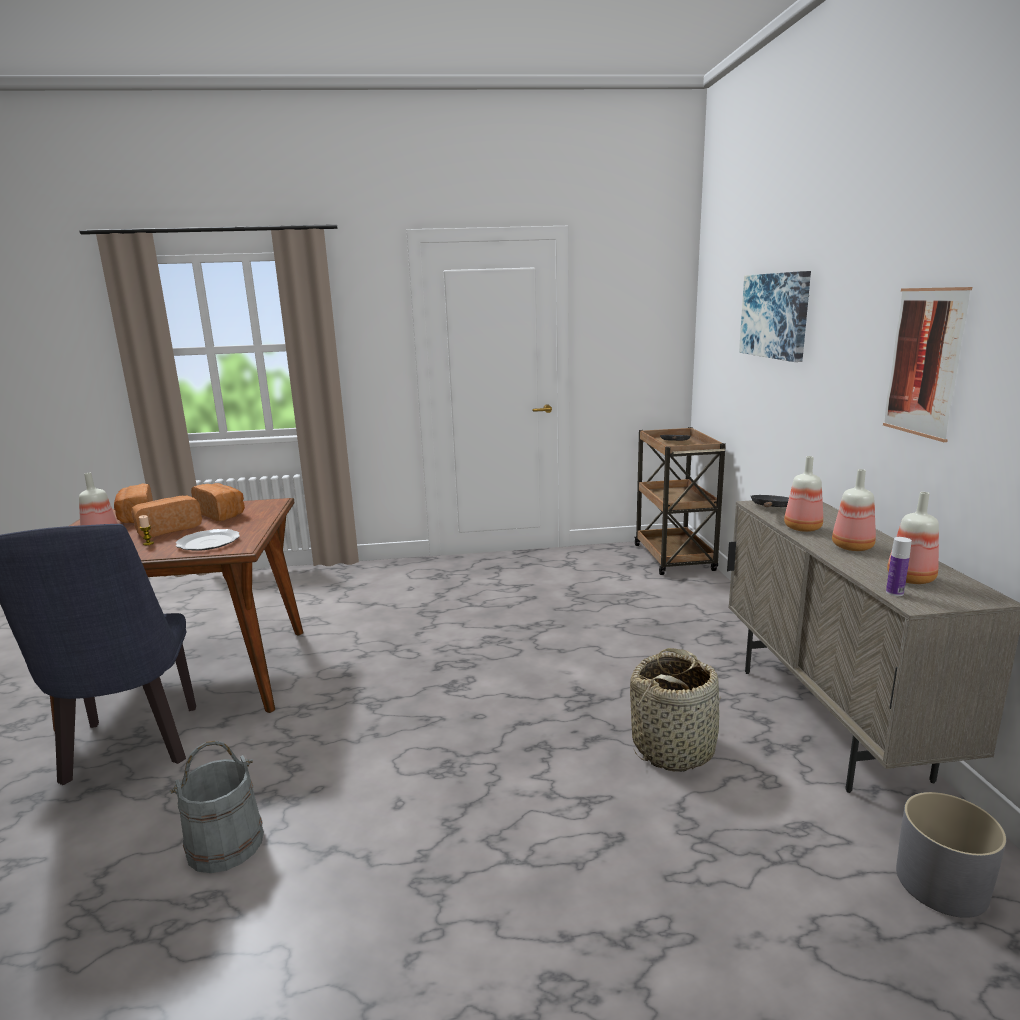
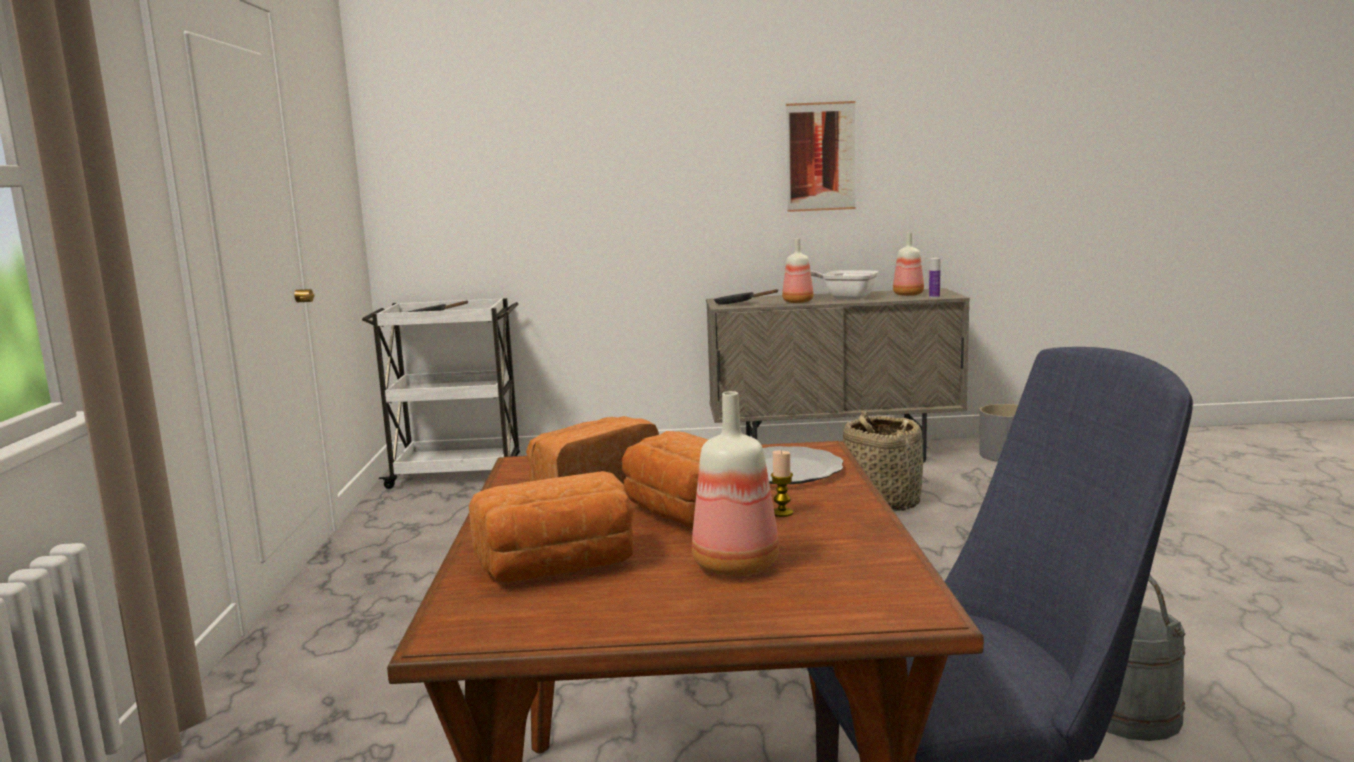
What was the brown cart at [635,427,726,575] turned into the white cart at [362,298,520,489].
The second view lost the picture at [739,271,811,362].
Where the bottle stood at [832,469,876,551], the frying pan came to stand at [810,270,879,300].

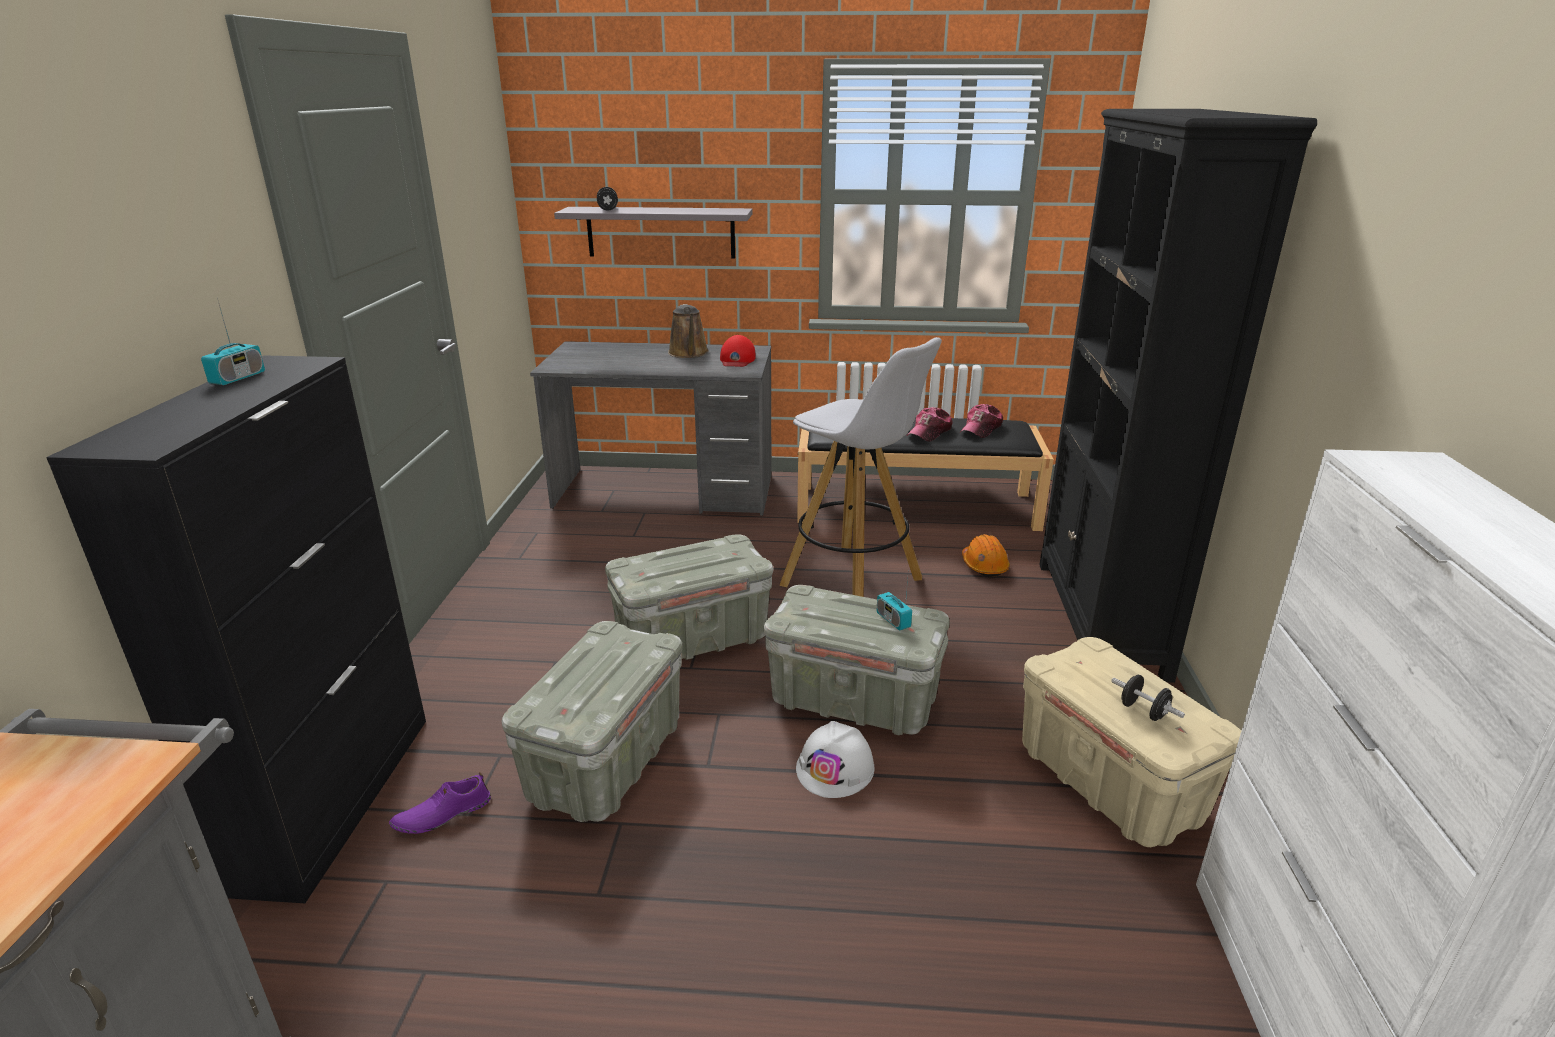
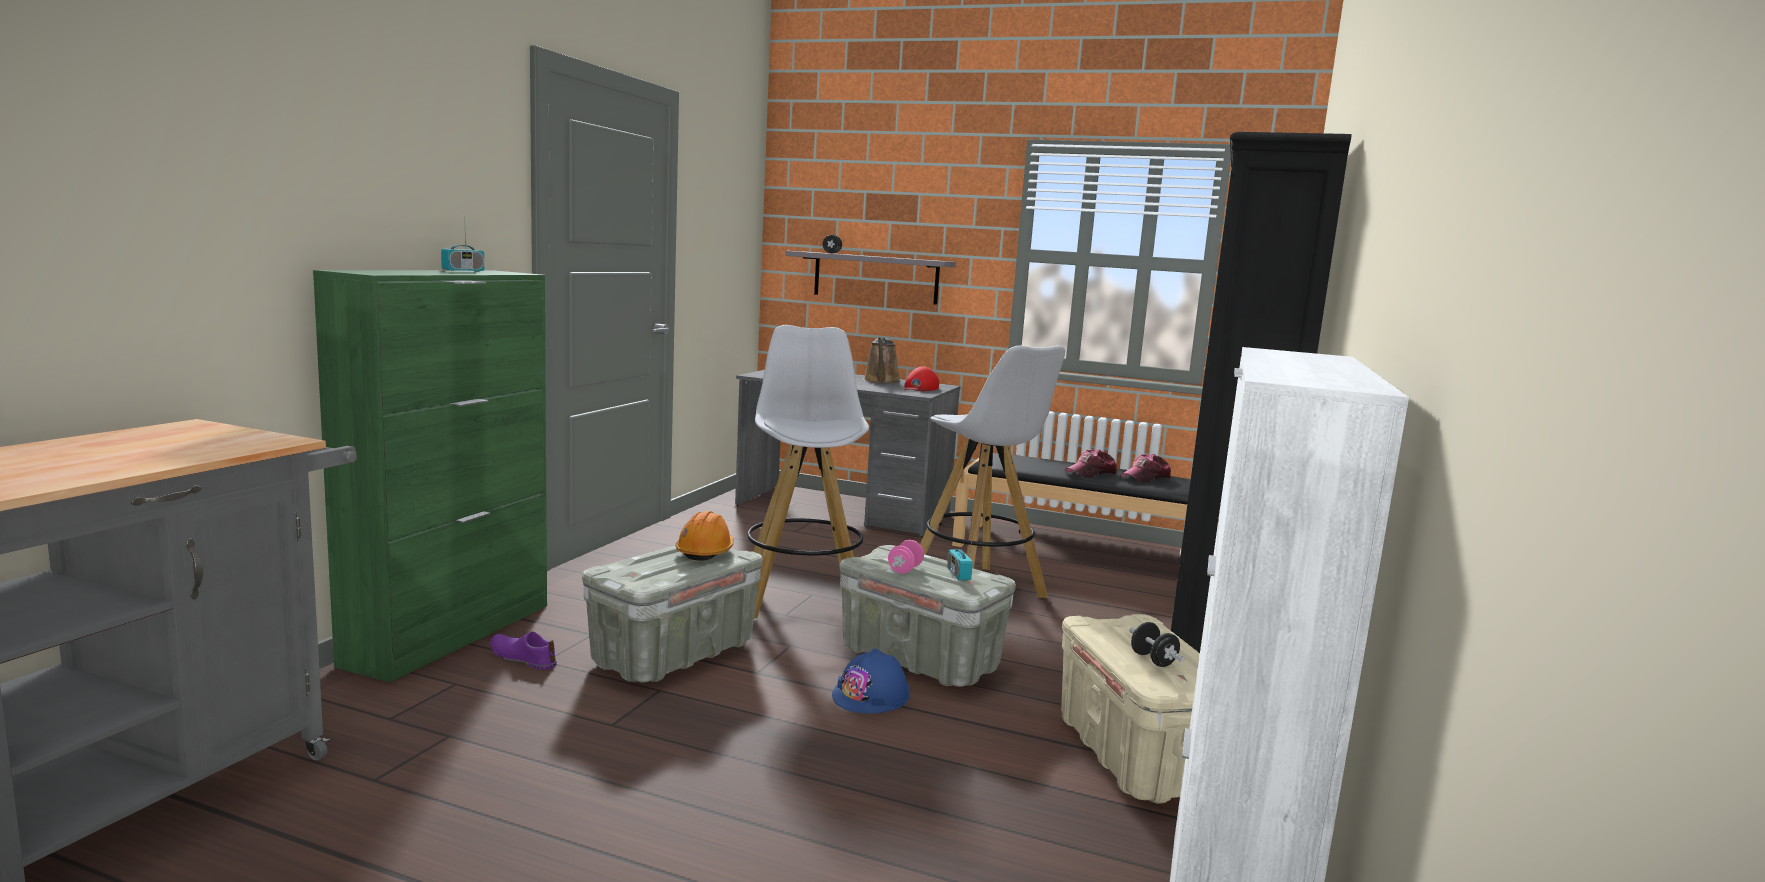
What was the black cabinet at [46,355,426,904] turned into the green cabinet at [313,270,547,683].
The purple shoe at [389,772,491,834] ended up facing another way, 45 degrees clockwise from before.
Where the grey storage box stood at [605,534,773,660], the white stool came to stand at [747,325,869,618].
What was the white hard hat at [796,721,874,798] turned into the blue hard hat at [832,648,910,714].
The orange hard hat ended up elsewhere, having gone from [962,534,1010,577] to [675,511,734,561].
The second view gained the pink dumbbell at [888,540,924,574].

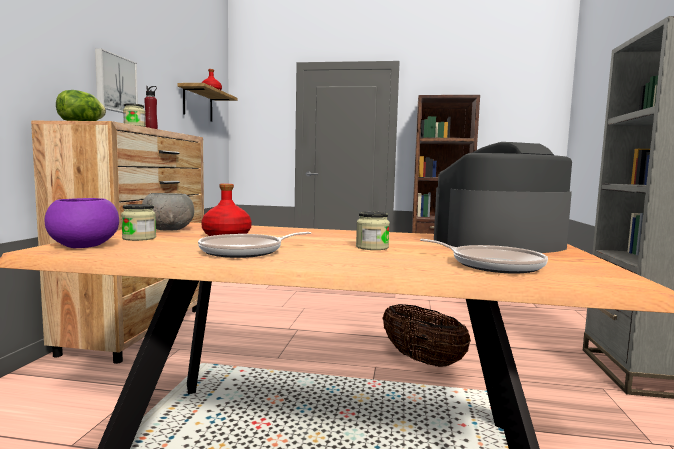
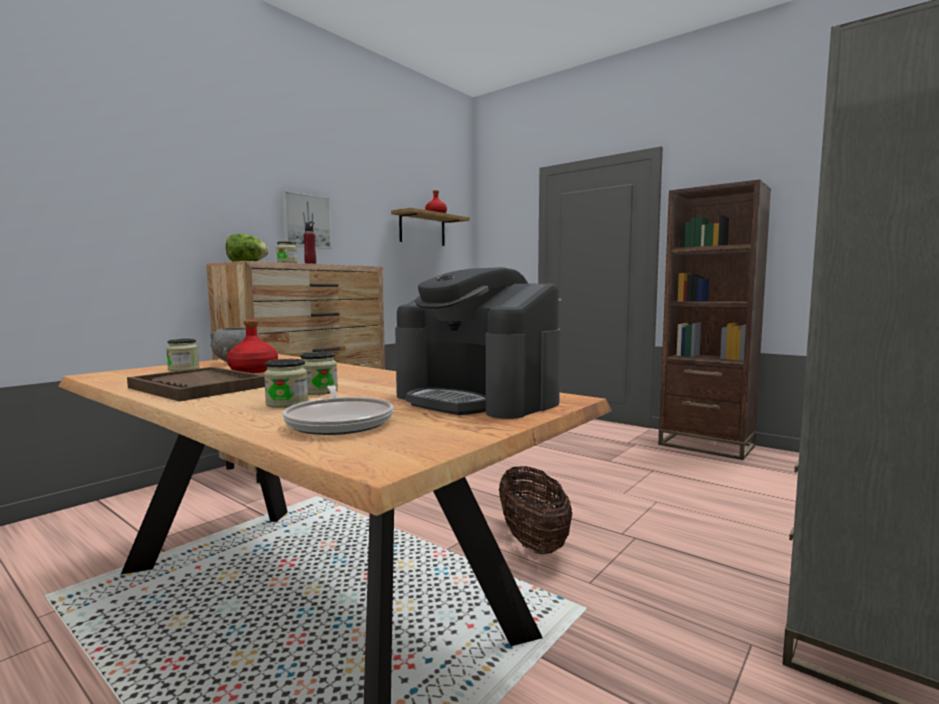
The second view lost the purple bowl at [44,198,119,248].
Where the frying pan stood at [198,232,311,258], the brown tray came to stand at [127,367,265,402].
The coffee machine at [434,142,572,253] ended up facing another way, 150 degrees counterclockwise from before.
The second view gained the jar at [264,359,308,408].

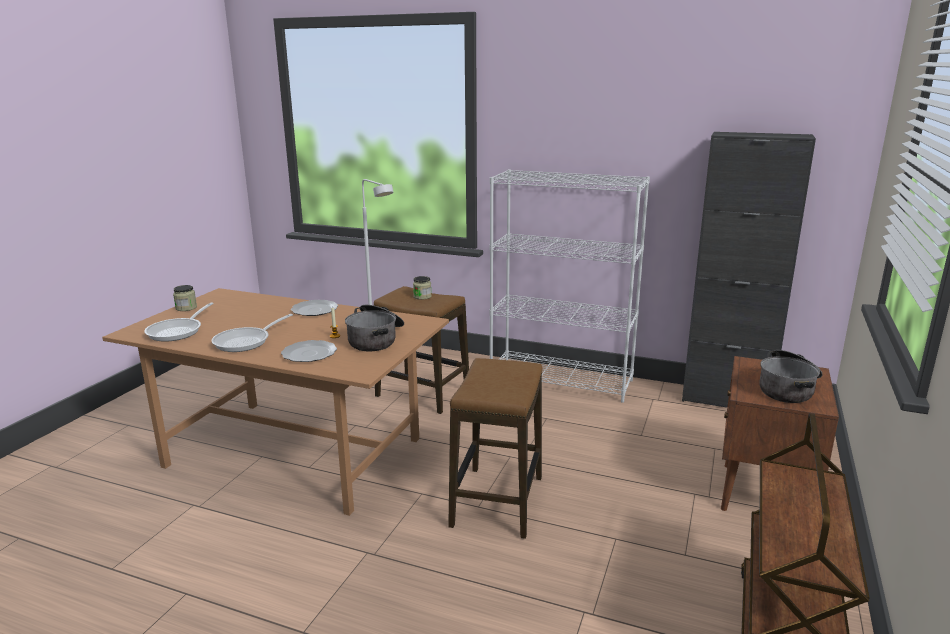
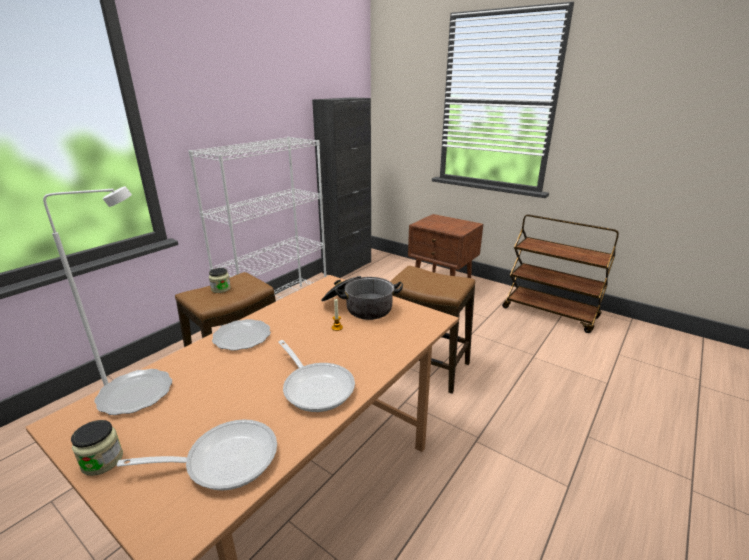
The frying pan at [144,302,214,342] ended up facing another way, 45 degrees counterclockwise from before.
The plate ended up elsewhere, having gone from [281,340,337,362] to [94,369,172,415].
The second view lost the cooking pot at [759,350,822,403].

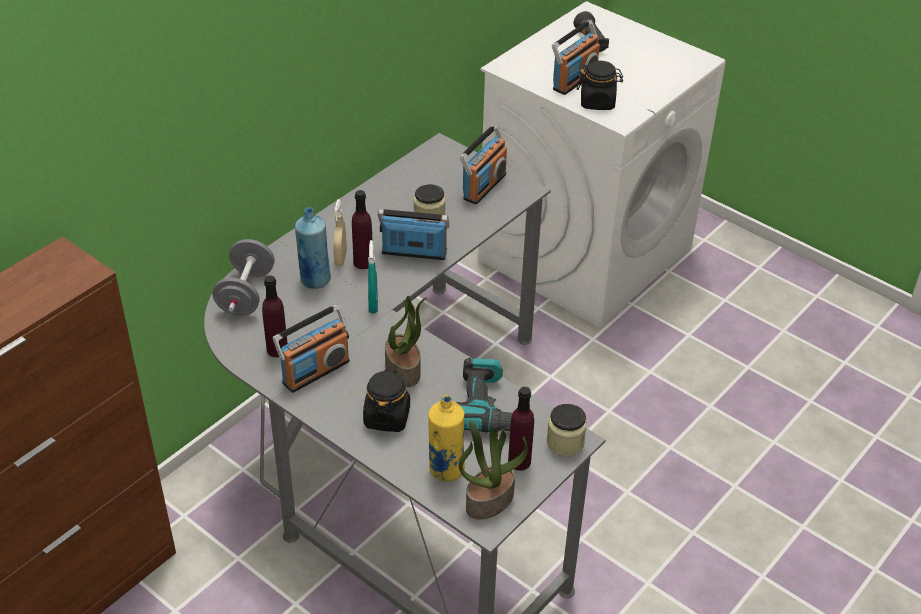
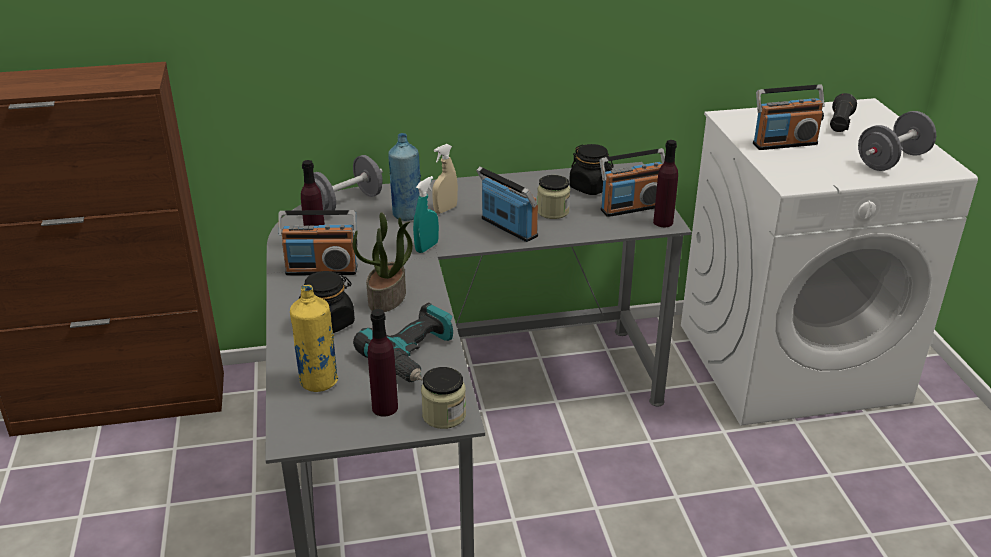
The purple bottle ended up elsewhere, having gone from [352,190,372,269] to [653,140,678,227].
The second view lost the potted plant at [459,421,528,520].
The black jar ended up elsewhere, having gone from [577,61,623,110] to [569,144,614,195].
The second view gained the grey dumbbell at [858,111,936,171].

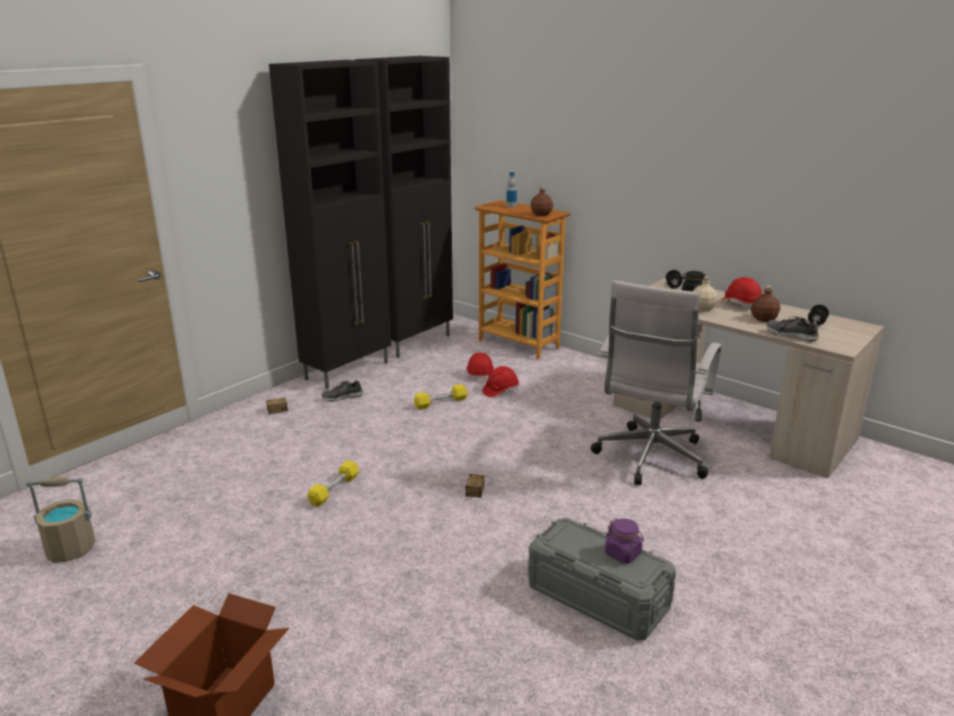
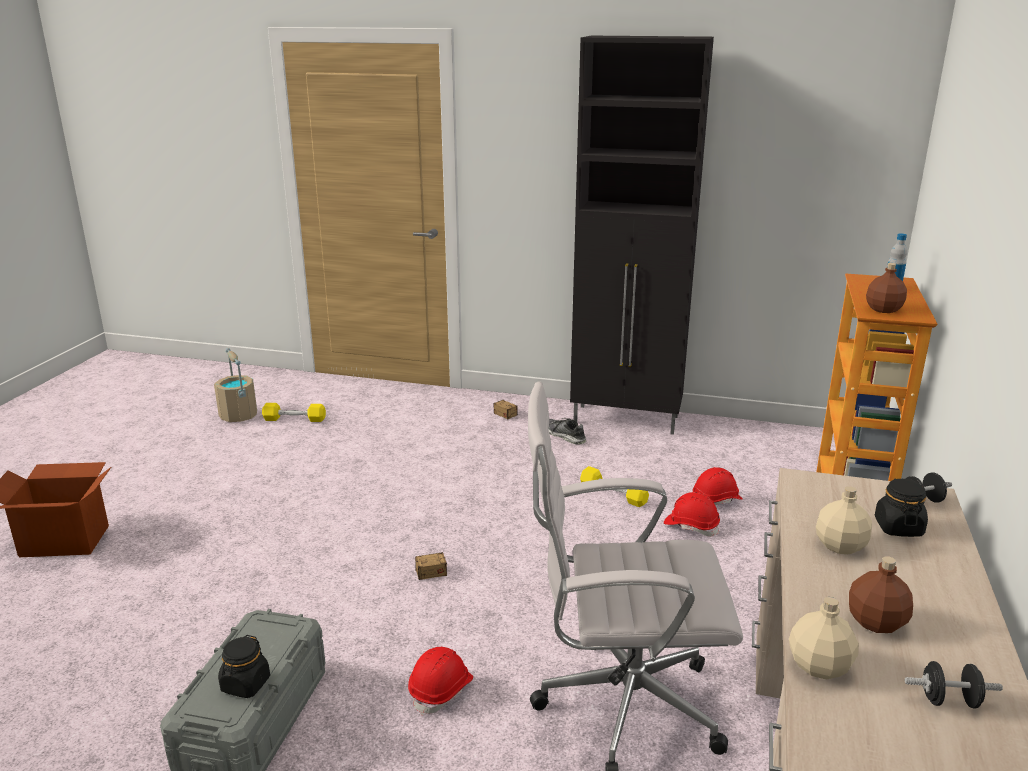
The yellow dumbbell ended up elsewhere, having gone from [307,460,359,507] to [262,403,326,422].
The second view lost the black cabinet at [355,56,453,358].
What was the purple jar at [605,518,644,564] turned into the black jar at [218,635,270,698].
The red hard hat ended up elsewhere, having gone from [721,277,762,310] to [408,647,473,716].
Where the shoe stood at [767,316,819,342], the beige bottle came to stand at [789,597,859,679].

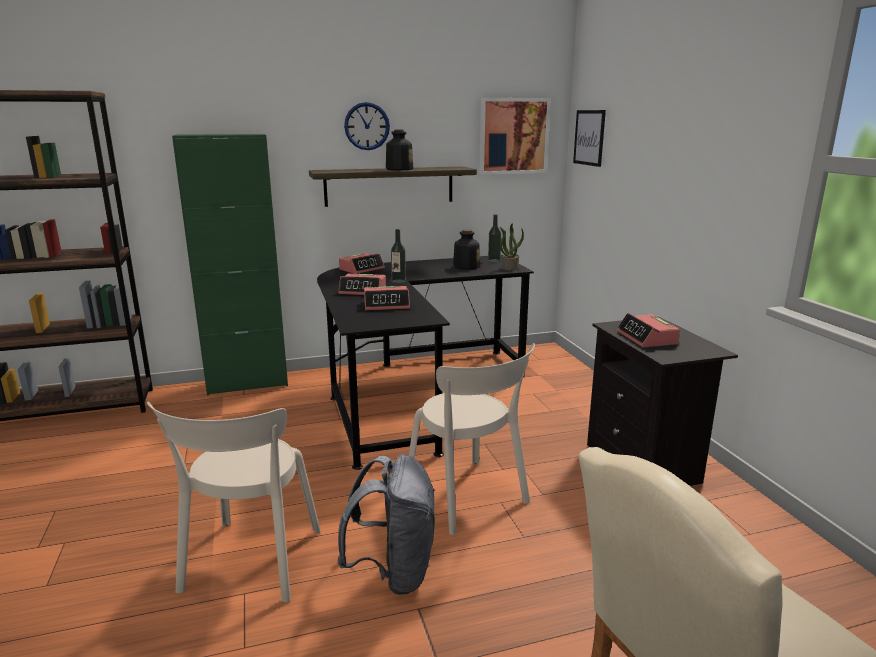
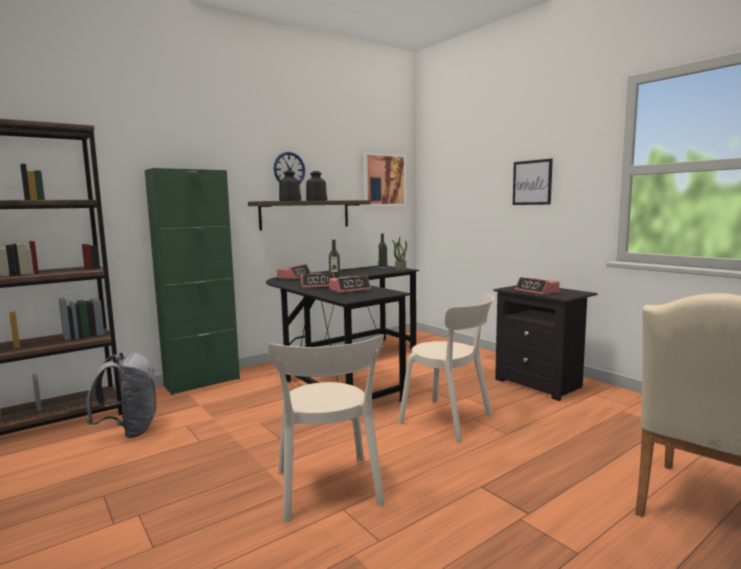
The grey backpack ended up elsewhere, having gone from [337,454,435,595] to [86,352,156,438].
The bottle ended up elsewhere, having gone from [453,229,480,270] to [279,170,301,201].
The picture ended up elsewhere, having gone from [573,110,606,167] to [513,159,553,205].

